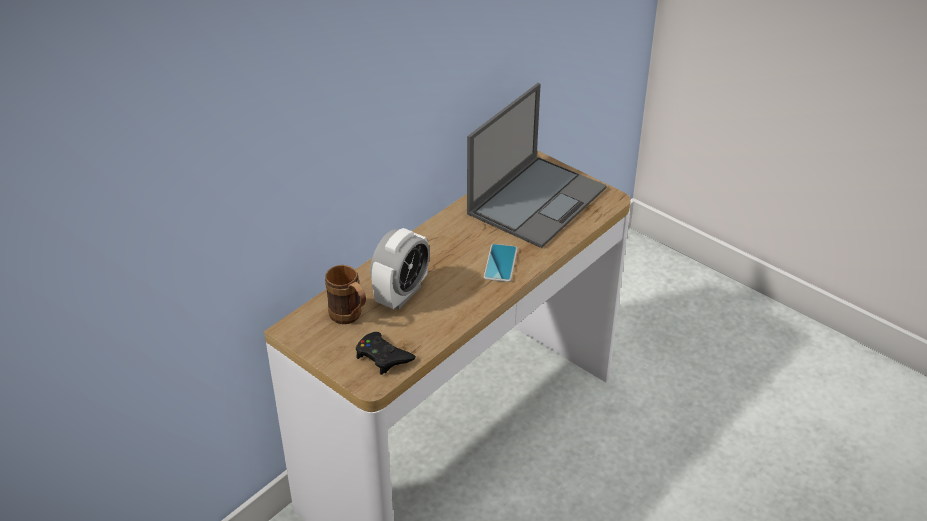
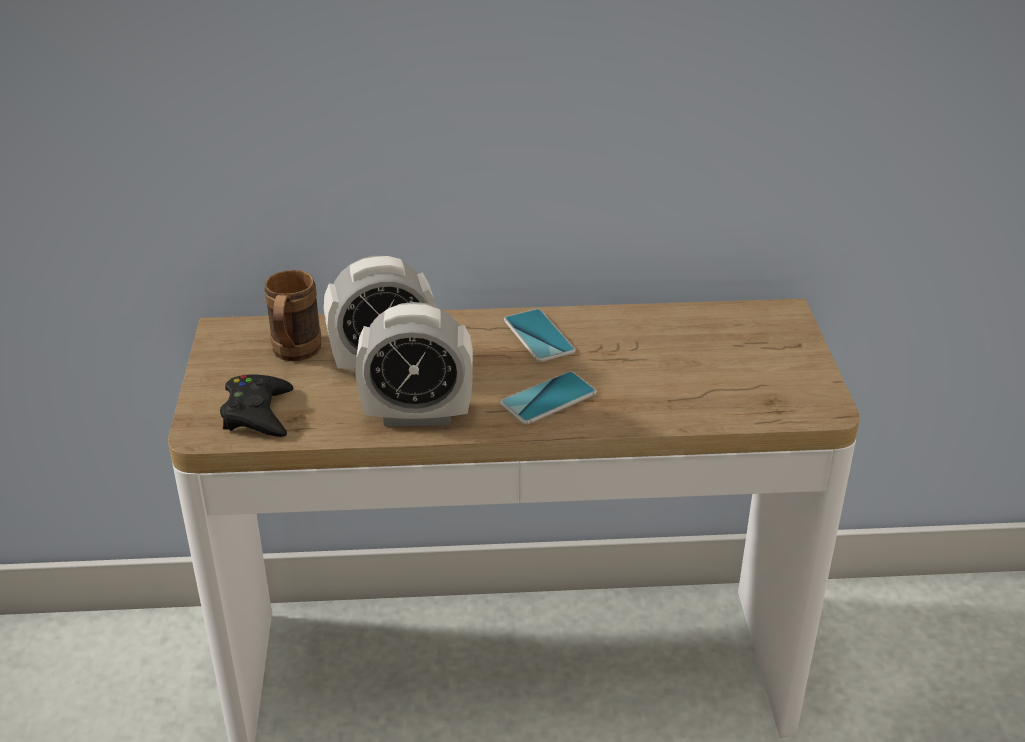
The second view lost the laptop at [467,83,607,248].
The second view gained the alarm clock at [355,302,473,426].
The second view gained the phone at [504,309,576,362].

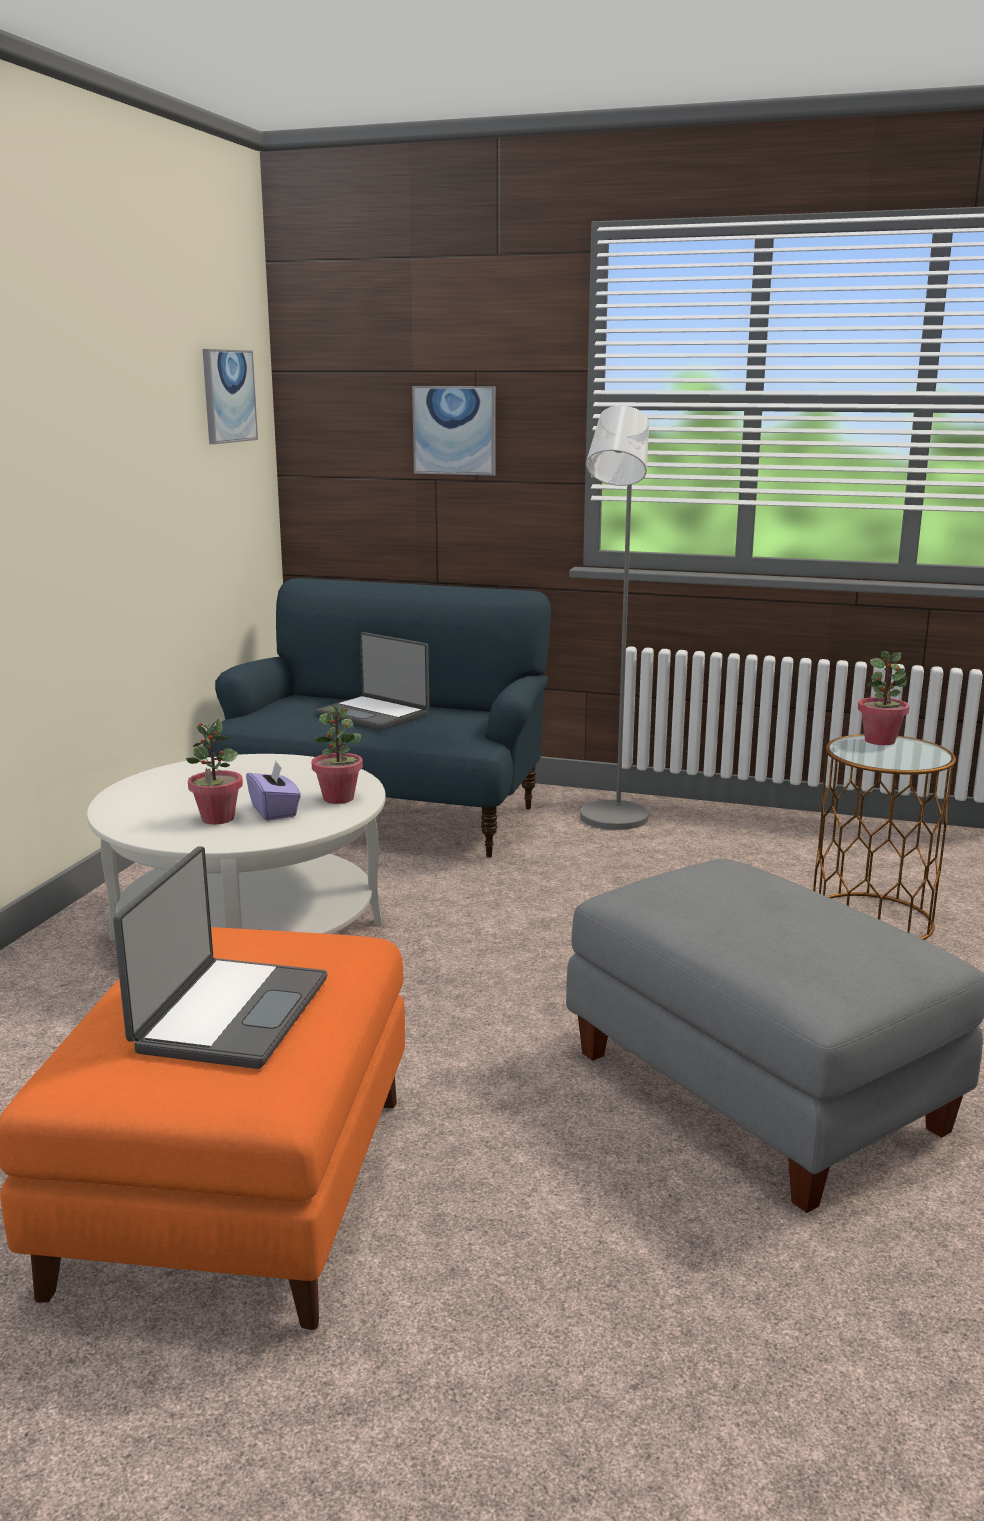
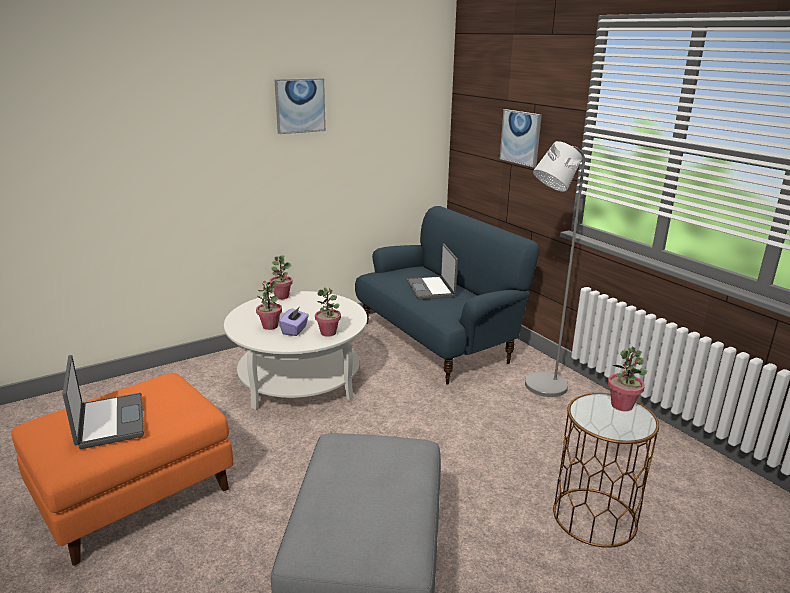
The laptop at [113,846,327,1069] ended up facing another way, 75 degrees counterclockwise from before.
The picture ended up elsewhere, having gone from [203,349,258,444] to [274,78,326,134].
The second view gained the potted plant at [269,255,293,299].

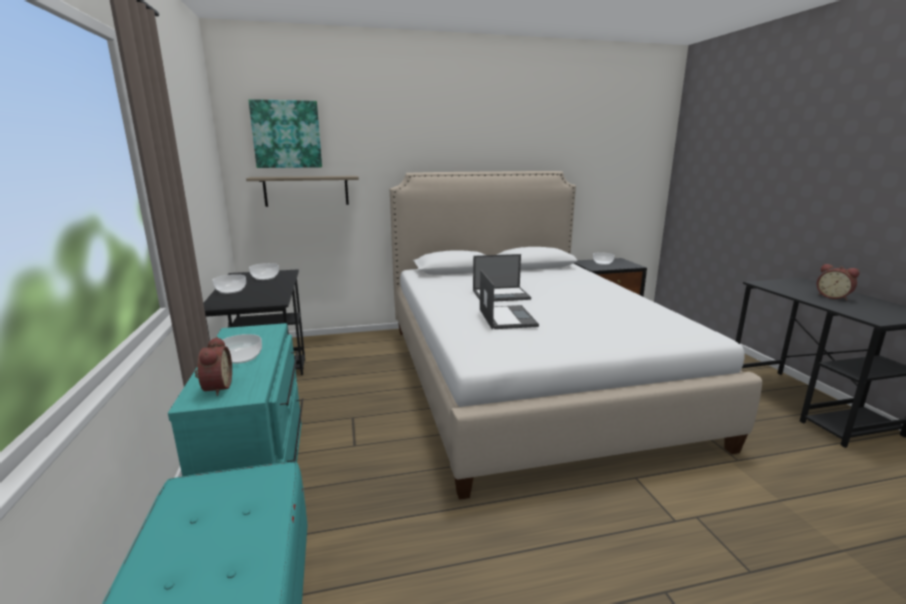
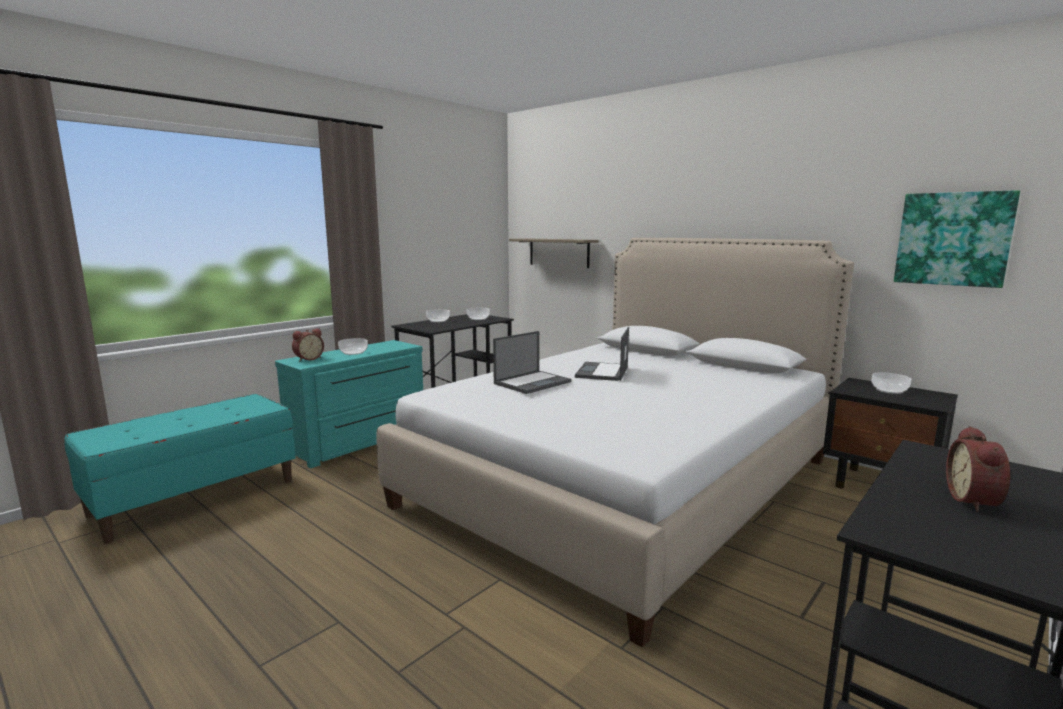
The picture ended up elsewhere, having gone from [248,99,322,168] to [894,190,1020,288].
The laptop at [473,254,531,302] ended up facing another way, 60 degrees clockwise from before.

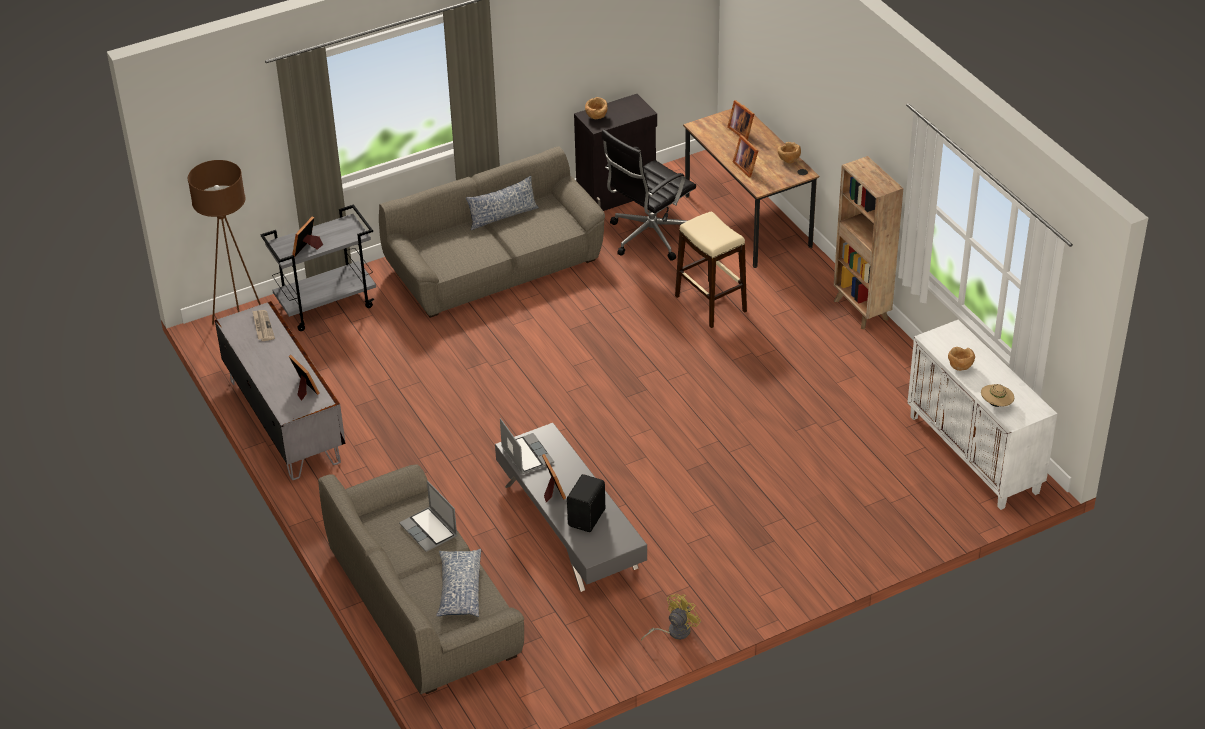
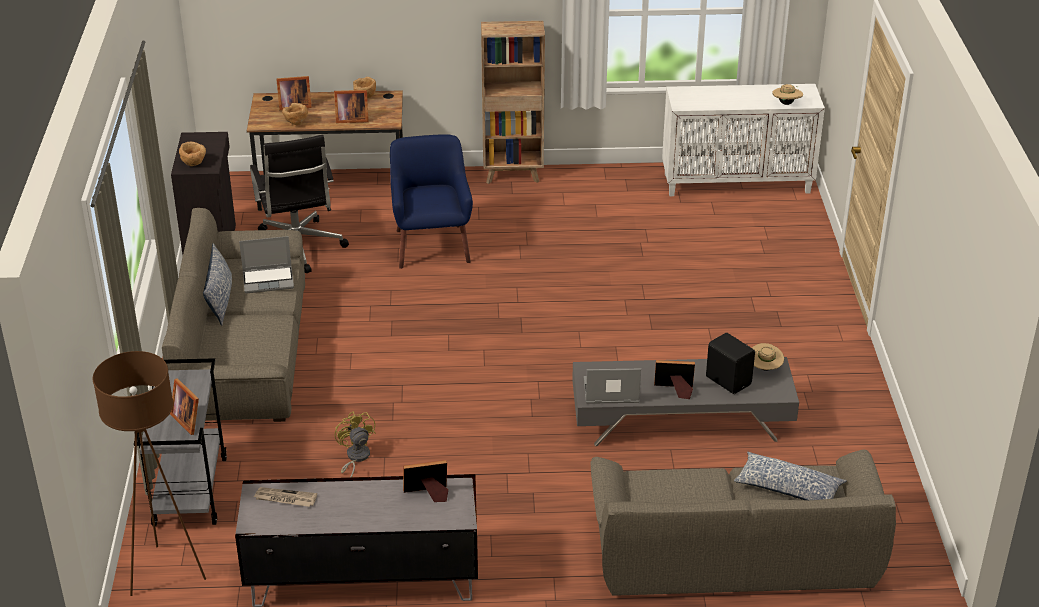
The laptop ended up elsewhere, having gone from [399,481,458,552] to [239,236,294,293].
The yellow fan ended up elsewhere, having gone from [641,594,702,641] to [335,411,375,478].
Where the beige stool stood at [675,212,747,328], the blue armchair came to stand at [390,134,473,269].
The brown bowl ended up elsewhere, having gone from [948,347,975,371] to [282,103,308,125].
The second view gained the beige hat at [752,343,784,371].

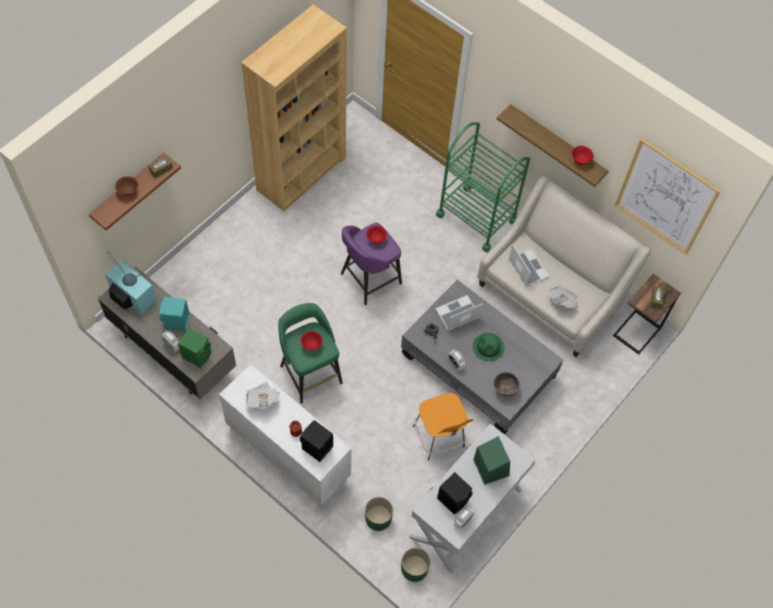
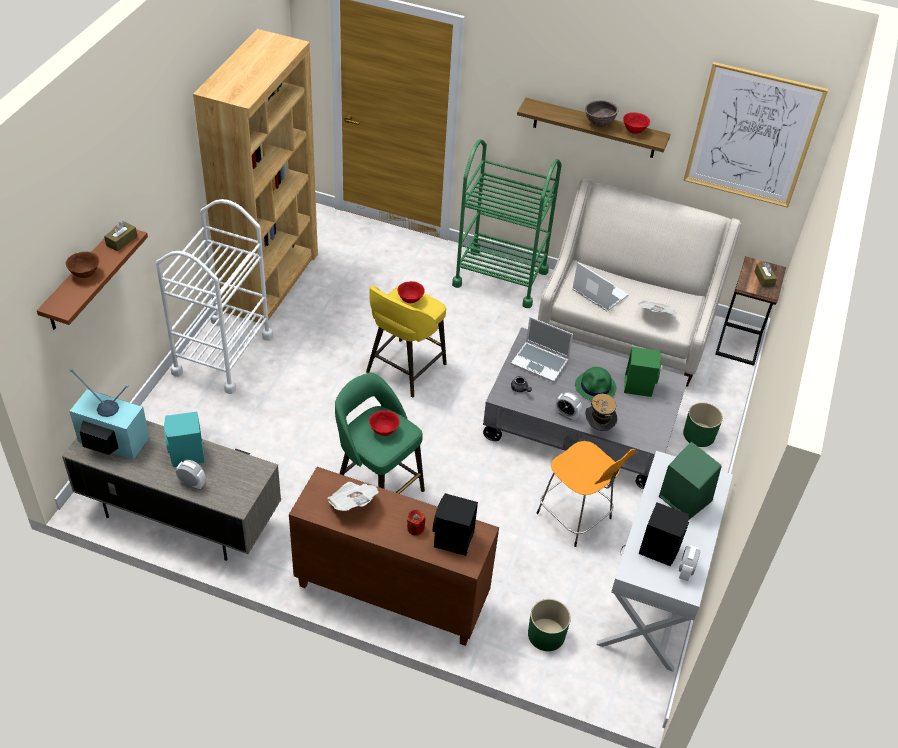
The green speaker ended up elsewhere, having gone from [178,328,211,368] to [624,347,661,397].
What was the white cabinet at [219,364,352,508] turned into the brown cabinet at [289,467,499,646].
What was the purple stool at [341,223,402,305] turned into the yellow stool at [366,286,447,397].
The green planter ended up elsewhere, having gone from [401,547,430,582] to [683,402,723,447].
The laptop at [435,295,483,331] ended up facing another way, 105 degrees counterclockwise from before.
The brown bowl ended up elsewhere, having gone from [493,372,520,397] to [585,100,619,127].
The second view gained the white cart at [156,199,273,394].
The second view gained the hat at [585,394,617,431].

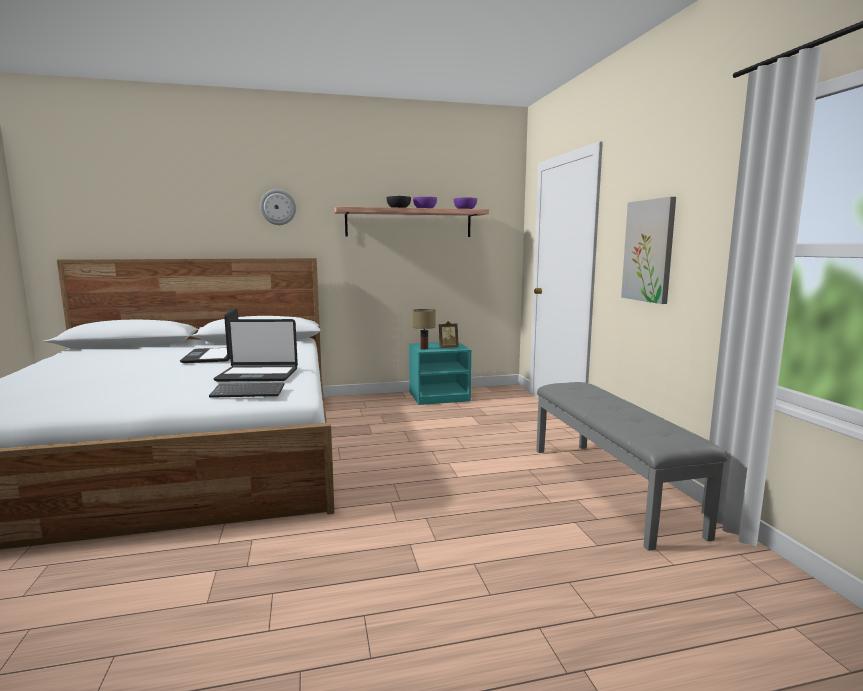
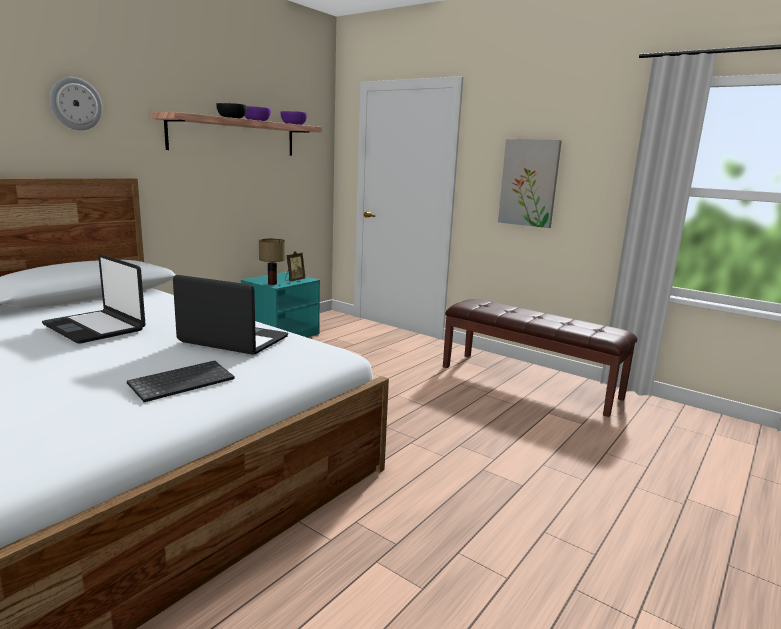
The keyboard ended up elsewhere, having gone from [209,383,285,398] to [127,361,235,402].
The laptop at [213,319,298,382] ended up facing another way, 120 degrees counterclockwise from before.
What was the grey bench at [536,382,727,551] turned into the brown bench at [443,299,637,417].

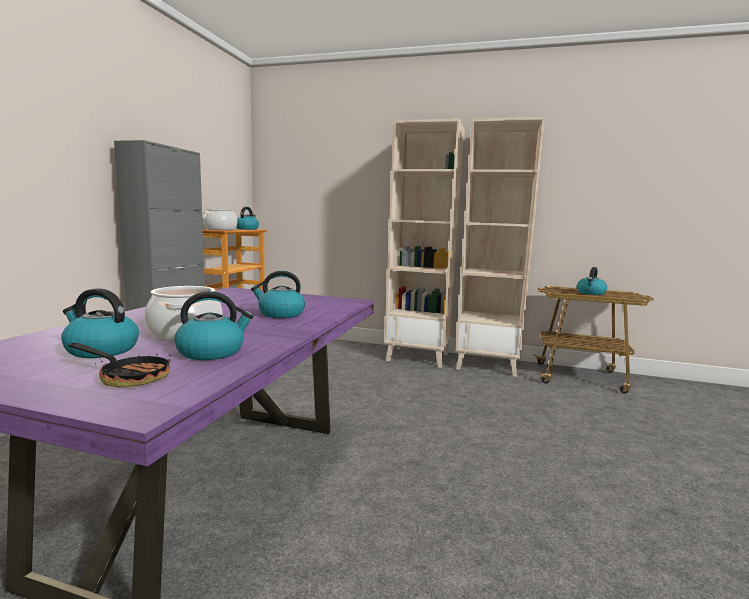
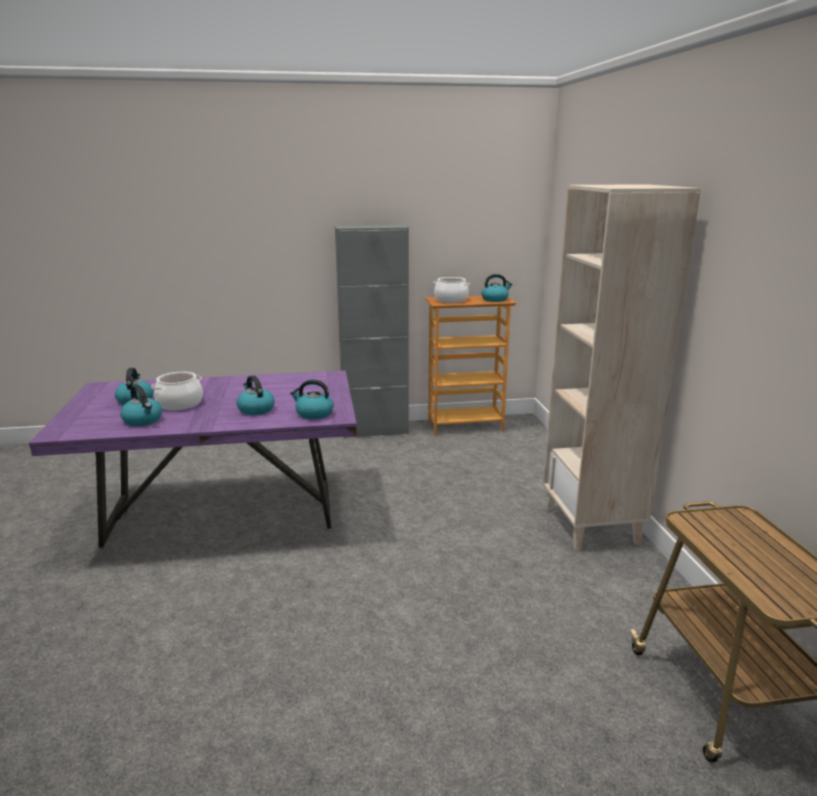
The second view lost the frying pan at [68,343,171,388].
The second view lost the beige bookcase at [456,117,545,377].
The kettle ended up elsewhere, having gone from [577,267,607,295] to [290,379,334,419].

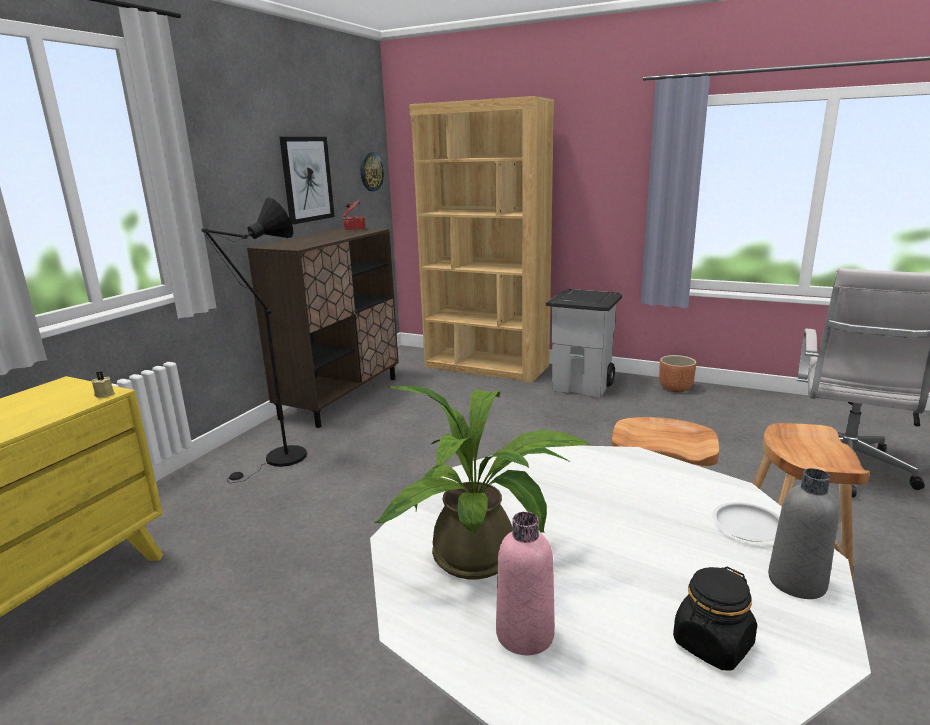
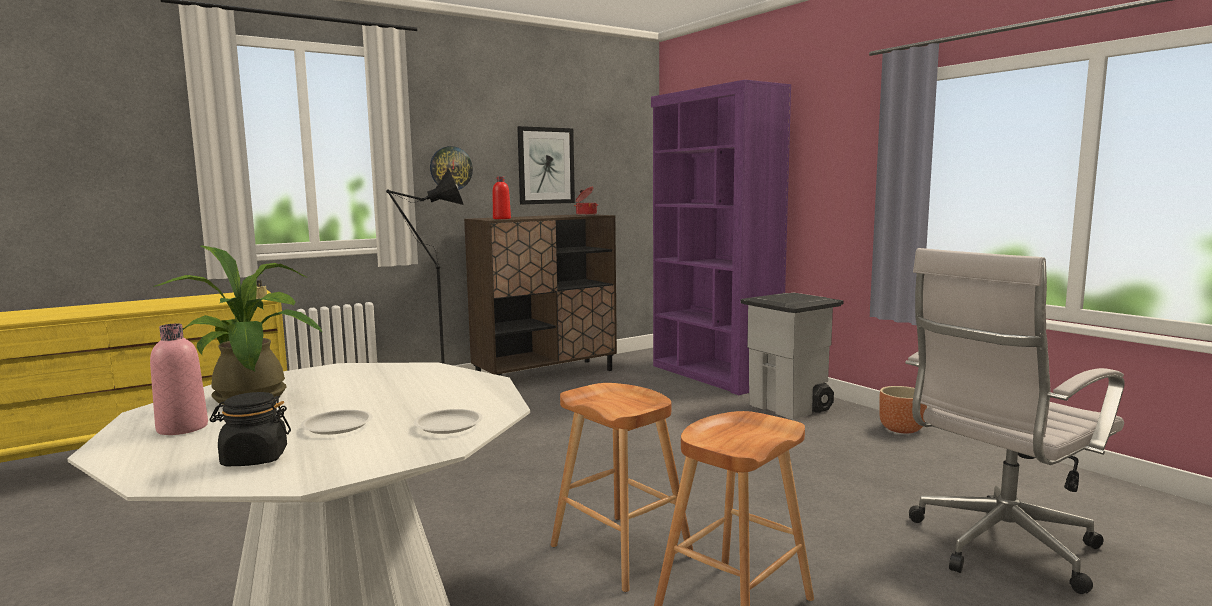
The wall clock ended up elsewhere, having gone from [360,152,384,191] to [430,146,473,190].
What was the brown bookcase at [409,96,554,383] turned into the purple bookcase at [651,80,791,395].
The second view lost the grey bottle at [768,468,839,599].
The second view gained the white plate at [301,410,373,435].
The second view gained the red bottle at [493,176,511,219].

